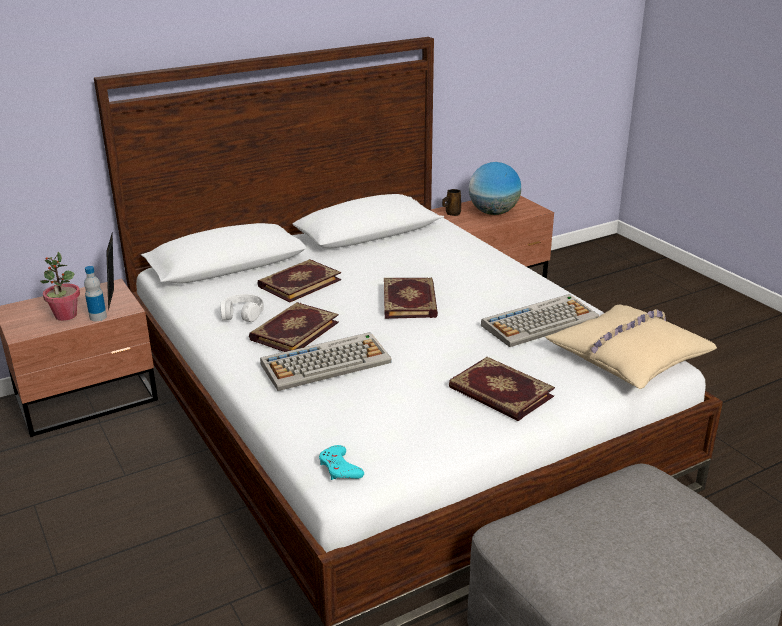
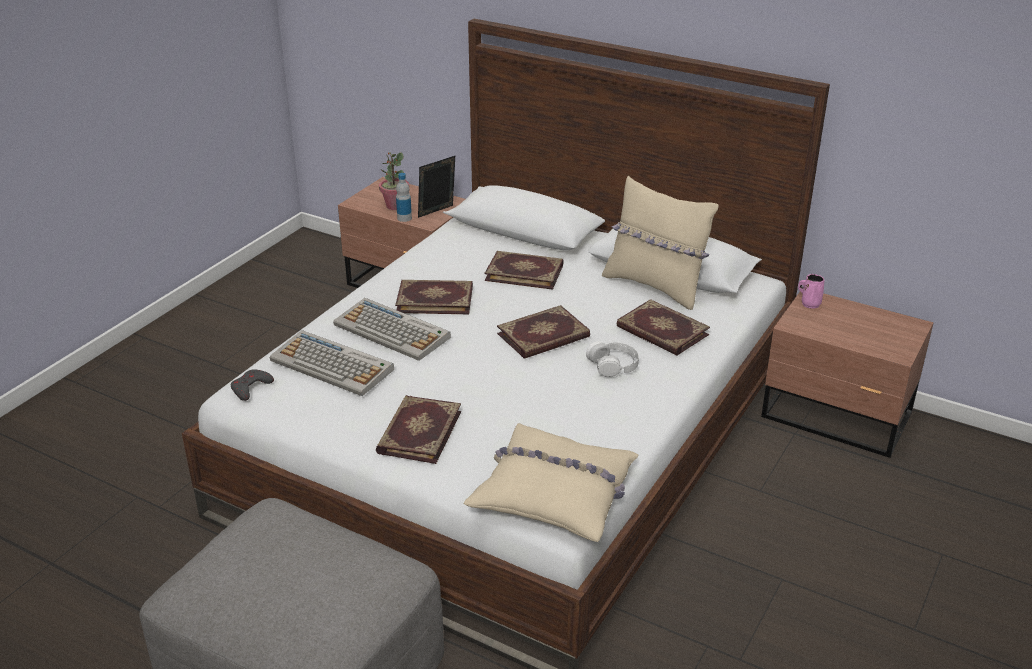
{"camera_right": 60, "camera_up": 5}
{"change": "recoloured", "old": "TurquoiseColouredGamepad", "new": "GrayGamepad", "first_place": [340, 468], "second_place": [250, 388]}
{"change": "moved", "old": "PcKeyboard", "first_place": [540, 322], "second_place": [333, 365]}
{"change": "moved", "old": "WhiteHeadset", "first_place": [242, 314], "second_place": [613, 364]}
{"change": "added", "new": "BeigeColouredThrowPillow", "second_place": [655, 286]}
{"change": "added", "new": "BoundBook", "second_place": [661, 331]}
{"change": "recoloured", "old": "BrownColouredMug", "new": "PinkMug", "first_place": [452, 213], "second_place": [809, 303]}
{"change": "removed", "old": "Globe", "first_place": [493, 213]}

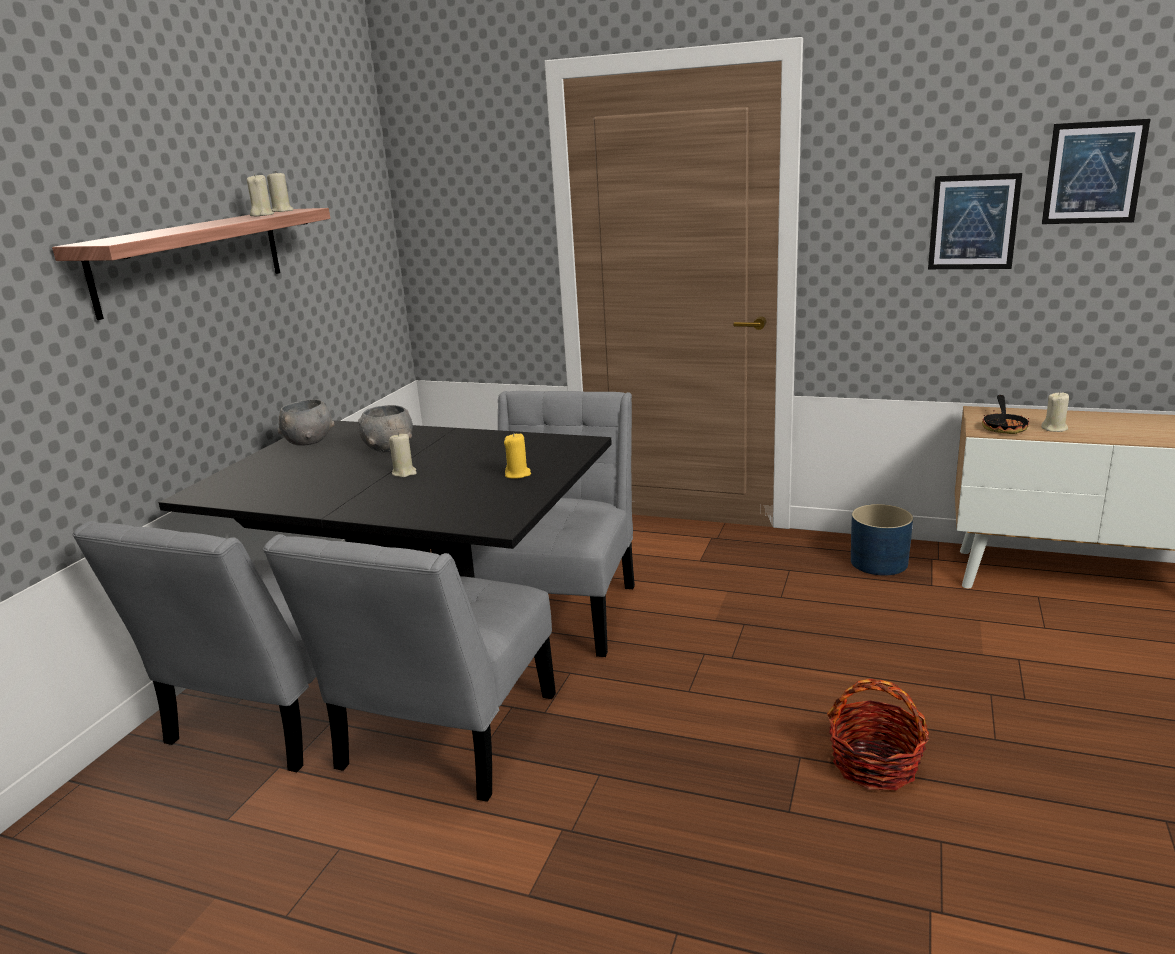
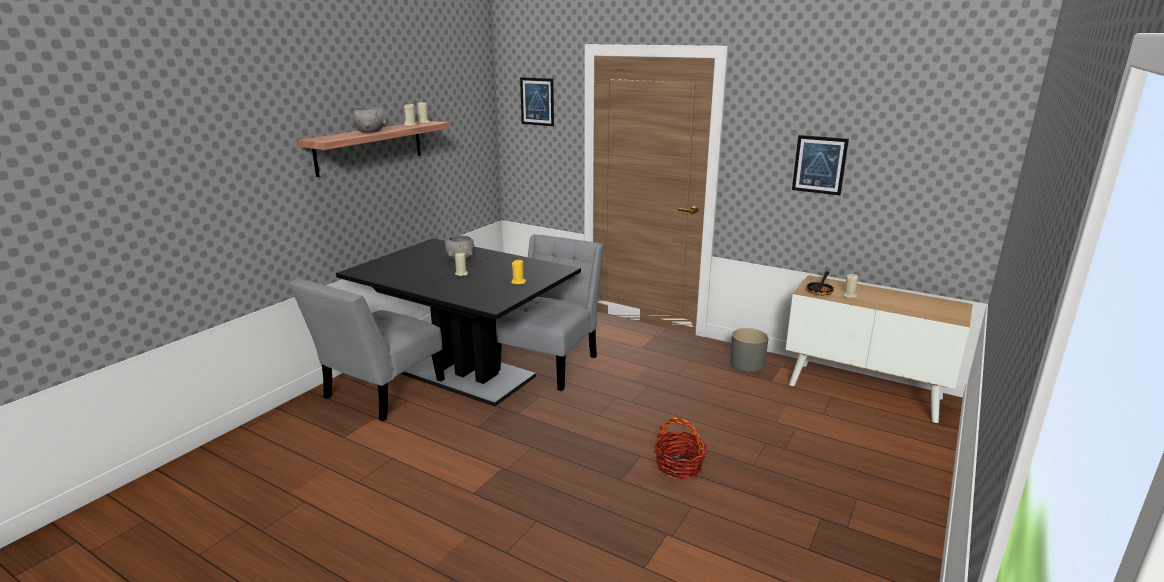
{"camera_right": 10, "camera_up": 0}
{"change": "moved", "old": "GrayBowl", "first_place": [309, 441], "second_place": [371, 131]}
{"change": "moved", "old": "WallPicture", "first_place": [1093, 173], "second_place": [537, 101]}
{"change": "recoloured", "old": "BluishFlowerPot", "new": "GrayFlowerPot", "first_place": [879, 562], "second_place": [747, 364]}
{"change": "removed", "old": "GrayPlainChair", "first_place": [442, 739]}

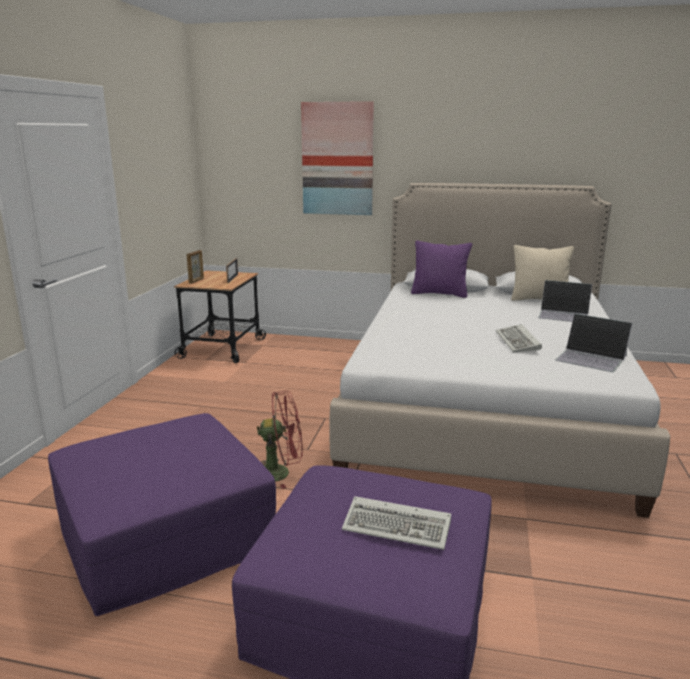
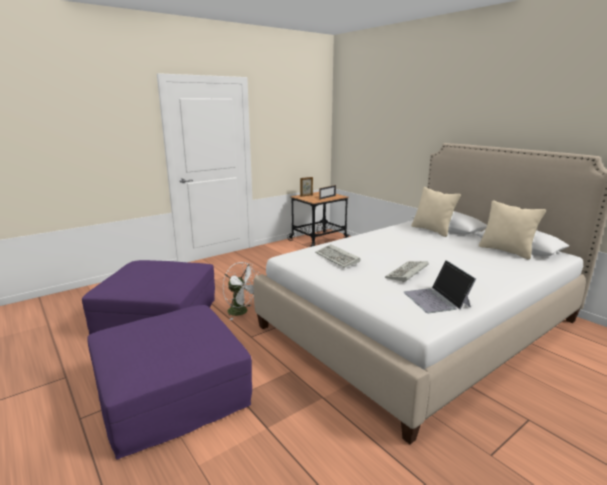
{"camera_right": 40, "camera_up": 0}
{"change": "recoloured", "old": "RedElectricFan", "new": "WhiteElectricFan", "first_place": [280, 473], "second_place": [241, 312]}
{"change": "moved", "old": "PcKeyboard", "first_place": [399, 527], "second_place": [338, 258]}
{"change": "recoloured", "old": "PurplishThrowPillow", "new": "BeigeColouredThrowPillow", "first_place": [439, 294], "second_place": [432, 230]}
{"change": "removed", "old": "WallPicture", "first_place": [337, 159]}
{"change": "removed", "old": "NotebookComputer", "first_place": [564, 314]}

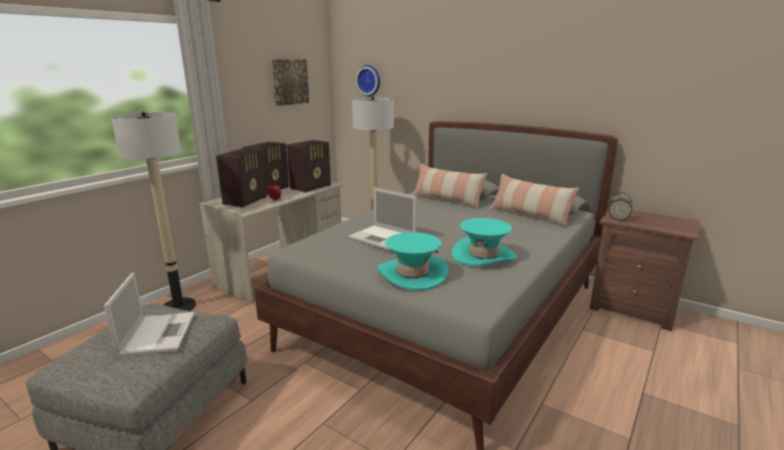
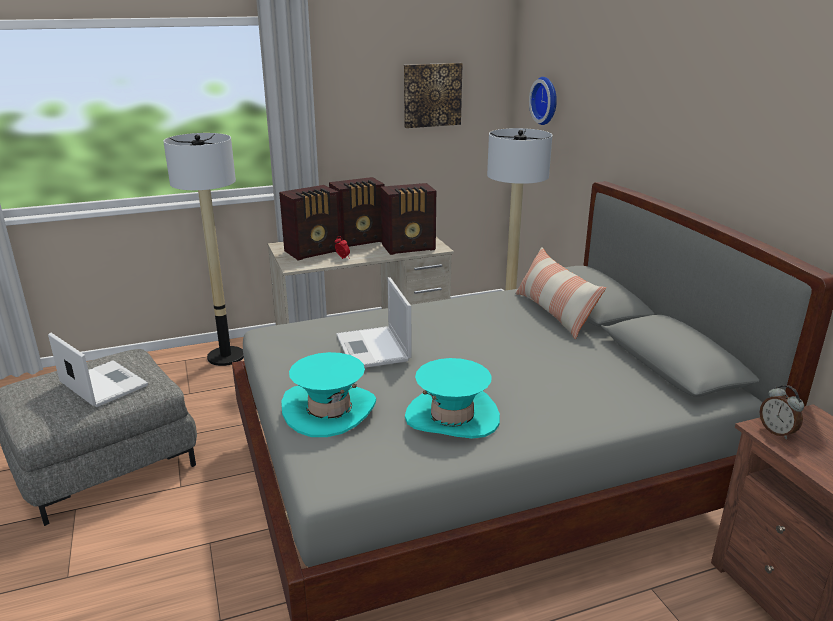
{"camera_right": 35, "camera_up": 5}
{"change": "turned", "old": "NotebookComputer", "first_place": [158, 333], "second_place": [102, 384], "degrees": -75}
{"change": "removed", "old": "ThrowPillow", "first_place": [530, 215]}

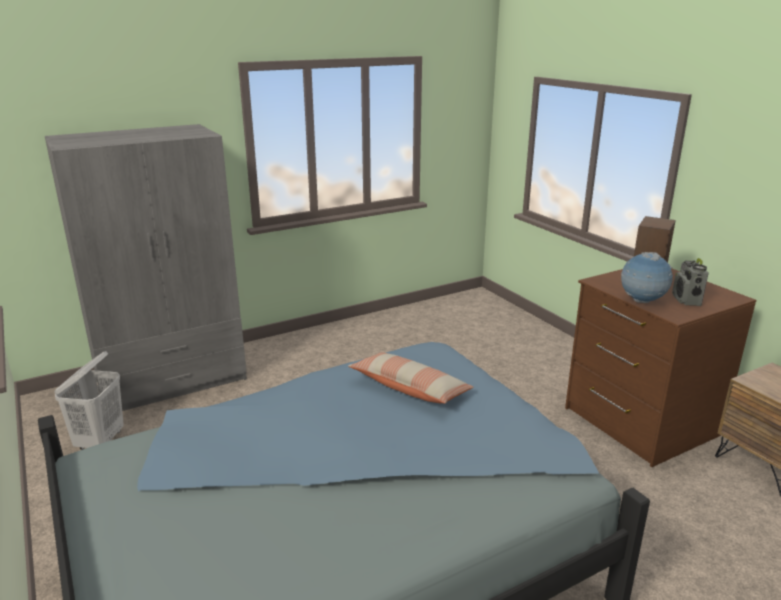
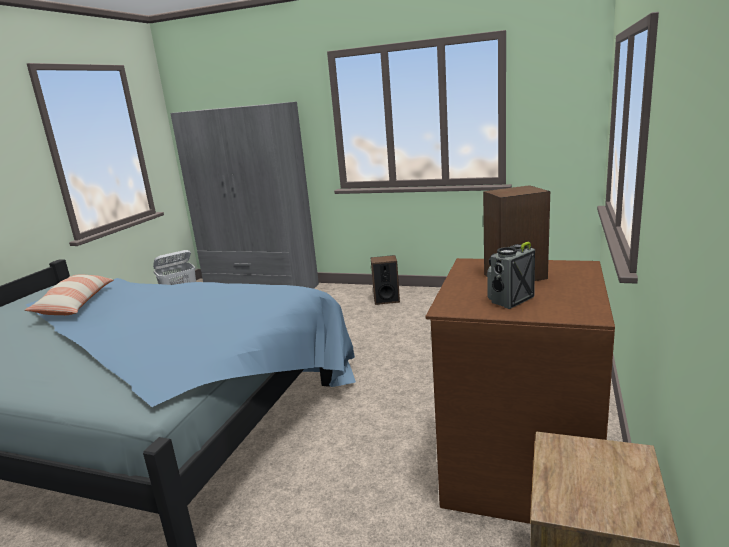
{"camera_right": 50, "camera_up": -5}
{"change": "moved", "old": "ThrowPillow", "first_place": [410, 388], "second_place": [75, 304]}
{"change": "added", "new": "Loudspeaker", "second_place": [386, 300]}
{"change": "removed", "old": "Globe", "first_place": [642, 301]}

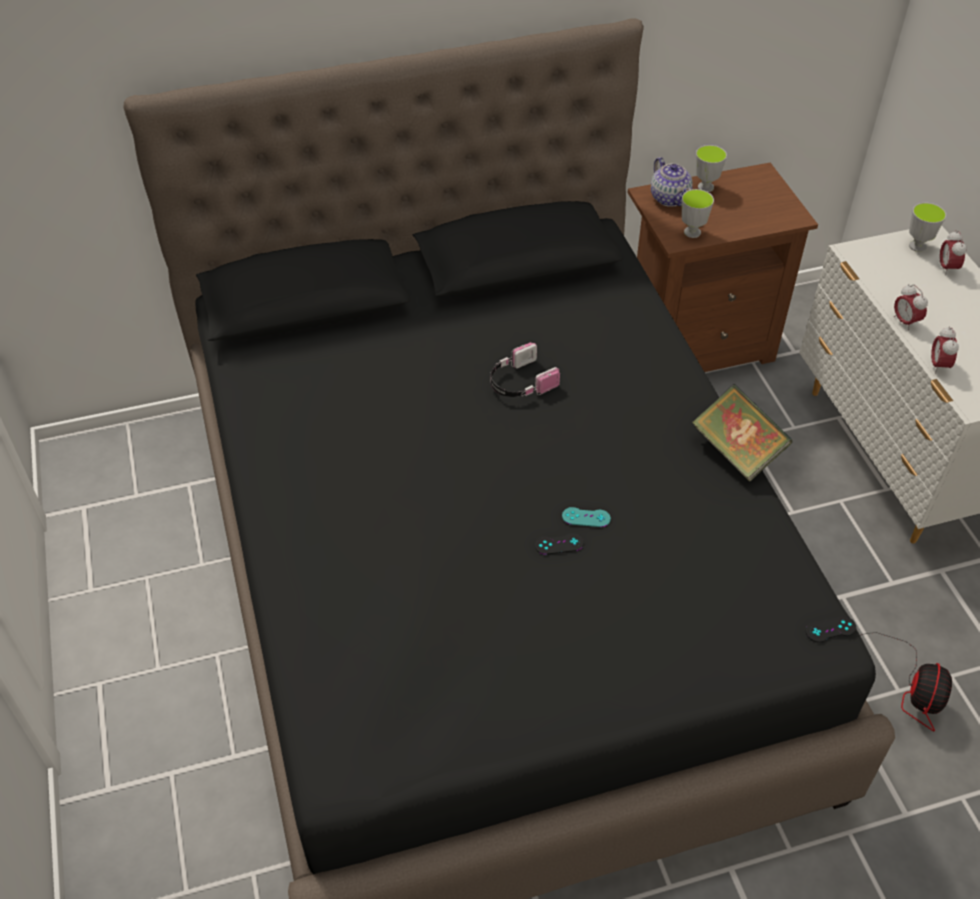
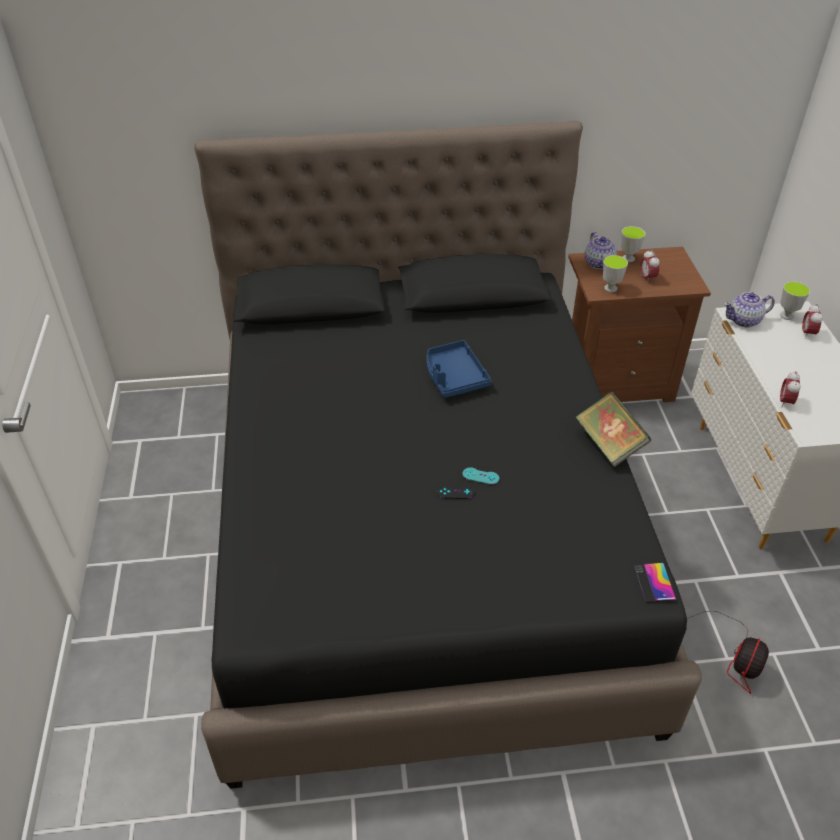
{"camera_right": 10, "camera_up": -5}
{"change": "replaced", "old": "Headset", "new": "BluishServingTray", "first_place": [520, 383], "second_place": [454, 377]}
{"change": "replaced", "old": "BlackGamepad", "new": "Telephone", "first_place": [830, 629], "second_place": [654, 582]}
{"change": "moved", "old": "BedsideClock", "first_place": [905, 322], "second_place": [647, 278]}
{"change": "added", "new": "TeaPot", "second_place": [744, 320]}

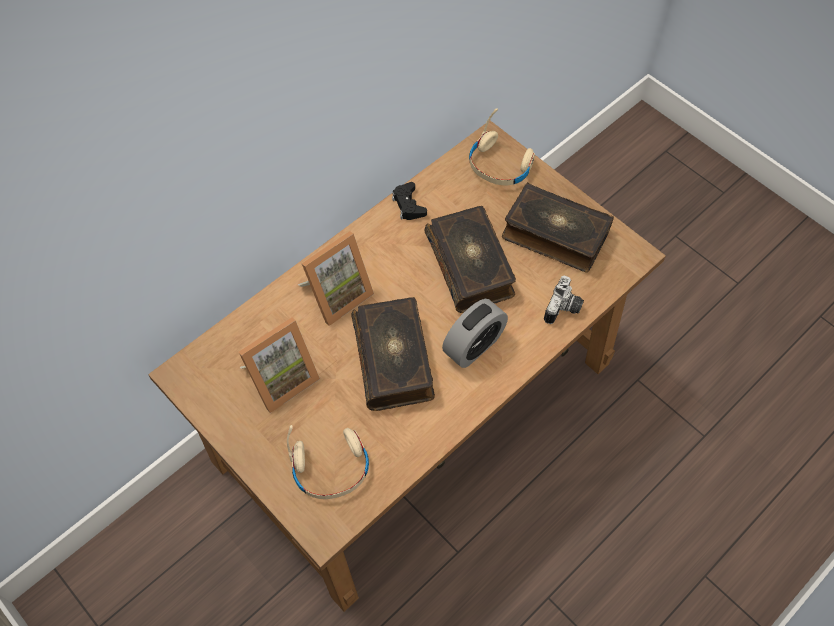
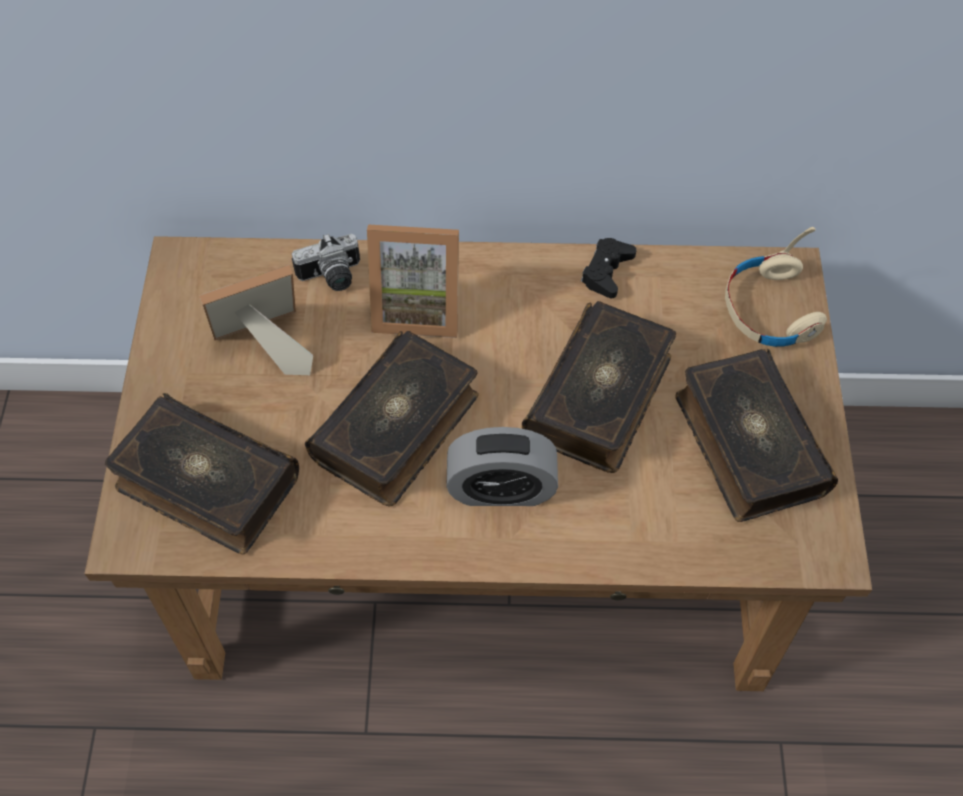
{"camera_right": 45, "camera_up": 0}
{"change": "replaced", "old": "BeigeColouredHeadset", "new": "BoundBook", "first_place": [331, 469], "second_place": [206, 483]}
{"change": "turned", "old": "PictureFrame", "first_place": [280, 379], "second_place": [264, 346], "degrees": 150}
{"change": "moved", "old": "StillCamera", "first_place": [564, 309], "second_place": [332, 277]}

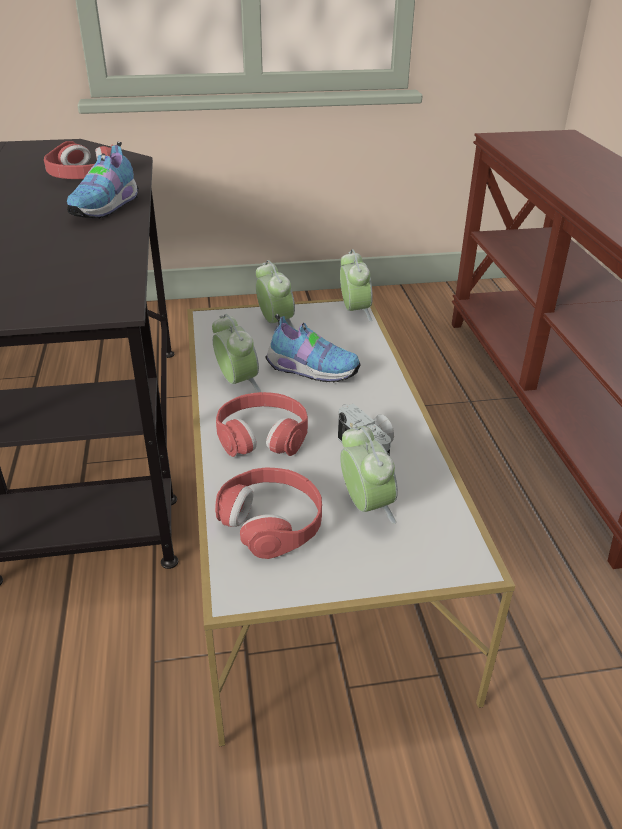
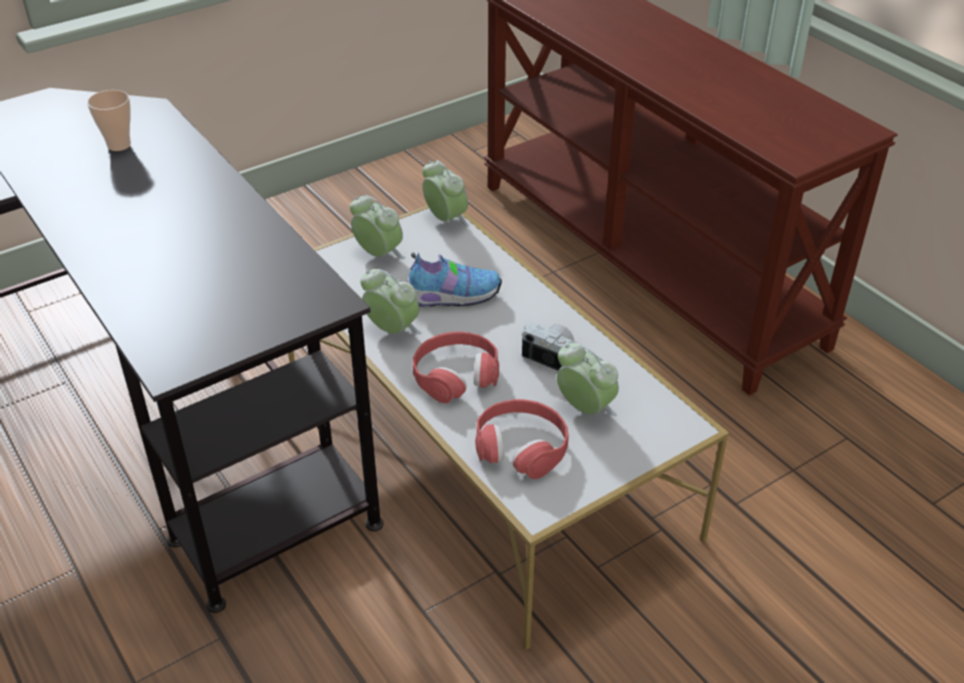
{"camera_right": -25, "camera_up": 5}
{"change": "replaced", "old": "RedHeadset", "new": "DrinkingCup", "first_place": [83, 175], "second_place": [119, 145]}
{"change": "removed", "old": "ItemOfFootwear", "first_place": [107, 208]}

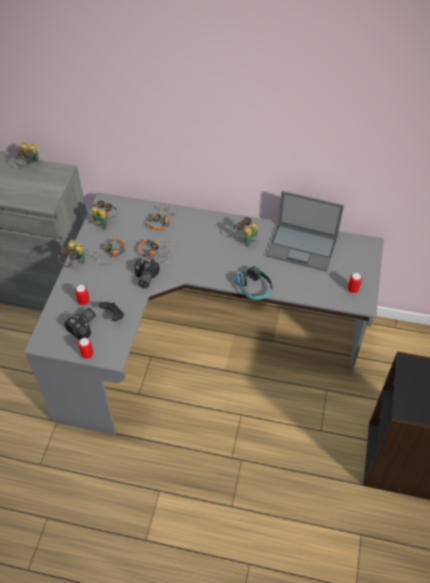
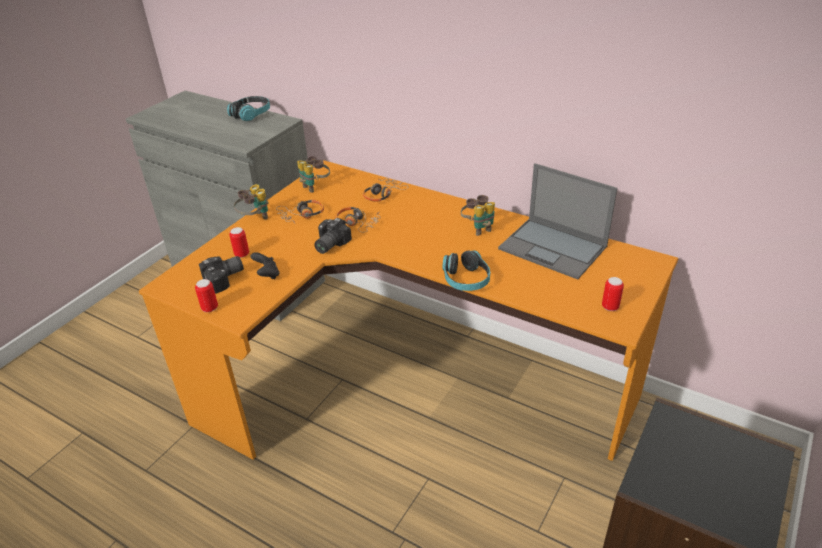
{"camera_right": 20, "camera_up": -15}
{"change": "recoloured", "old": "GrayDeskUnit", "new": "OrangeDeskUnit", "first_place": [199, 343], "second_place": [408, 378]}
{"change": "replaced", "old": "PairOfBinoculars", "new": "Headset", "first_place": [30, 167], "second_place": [251, 114]}

